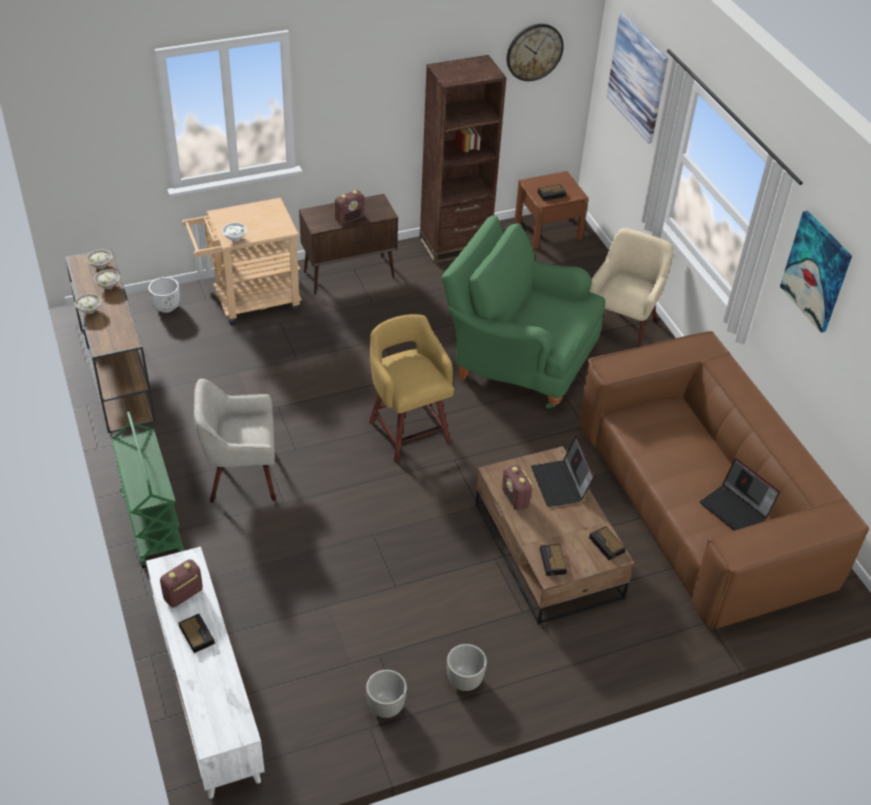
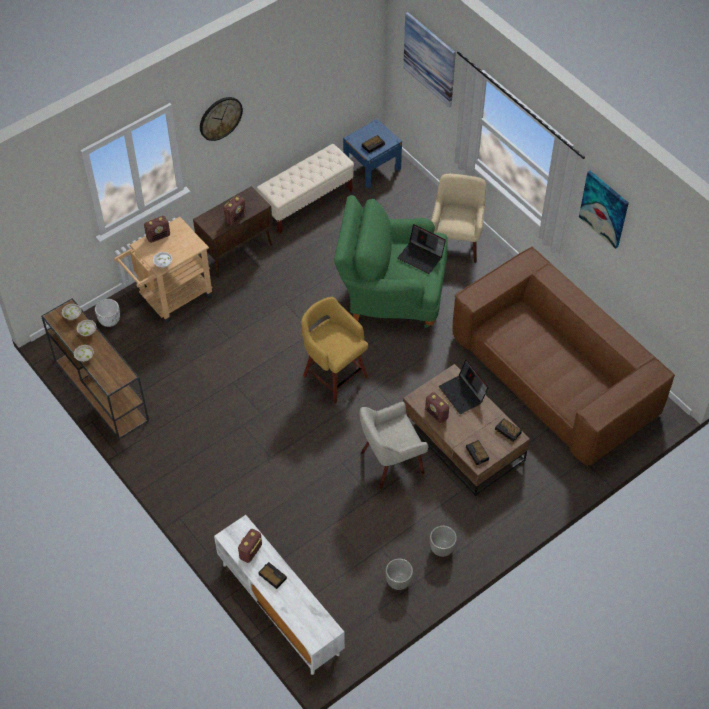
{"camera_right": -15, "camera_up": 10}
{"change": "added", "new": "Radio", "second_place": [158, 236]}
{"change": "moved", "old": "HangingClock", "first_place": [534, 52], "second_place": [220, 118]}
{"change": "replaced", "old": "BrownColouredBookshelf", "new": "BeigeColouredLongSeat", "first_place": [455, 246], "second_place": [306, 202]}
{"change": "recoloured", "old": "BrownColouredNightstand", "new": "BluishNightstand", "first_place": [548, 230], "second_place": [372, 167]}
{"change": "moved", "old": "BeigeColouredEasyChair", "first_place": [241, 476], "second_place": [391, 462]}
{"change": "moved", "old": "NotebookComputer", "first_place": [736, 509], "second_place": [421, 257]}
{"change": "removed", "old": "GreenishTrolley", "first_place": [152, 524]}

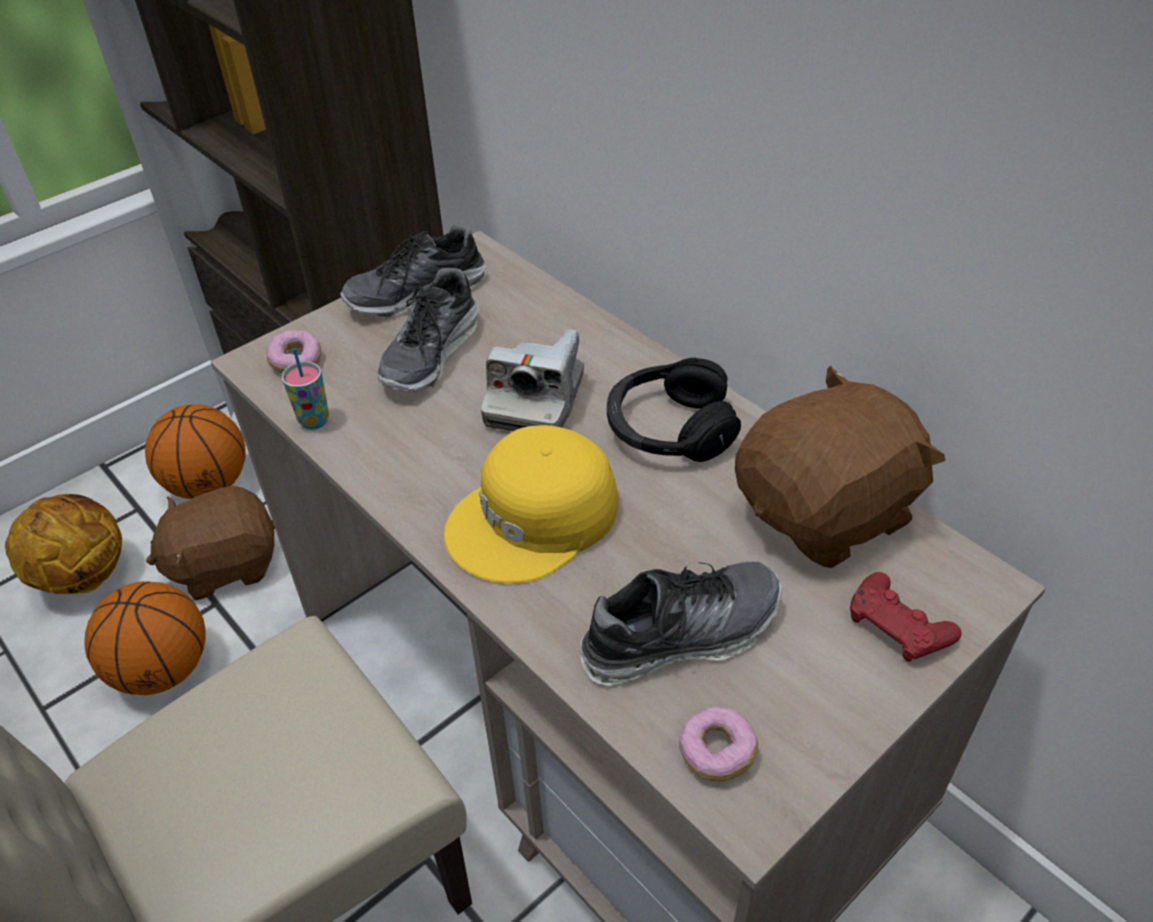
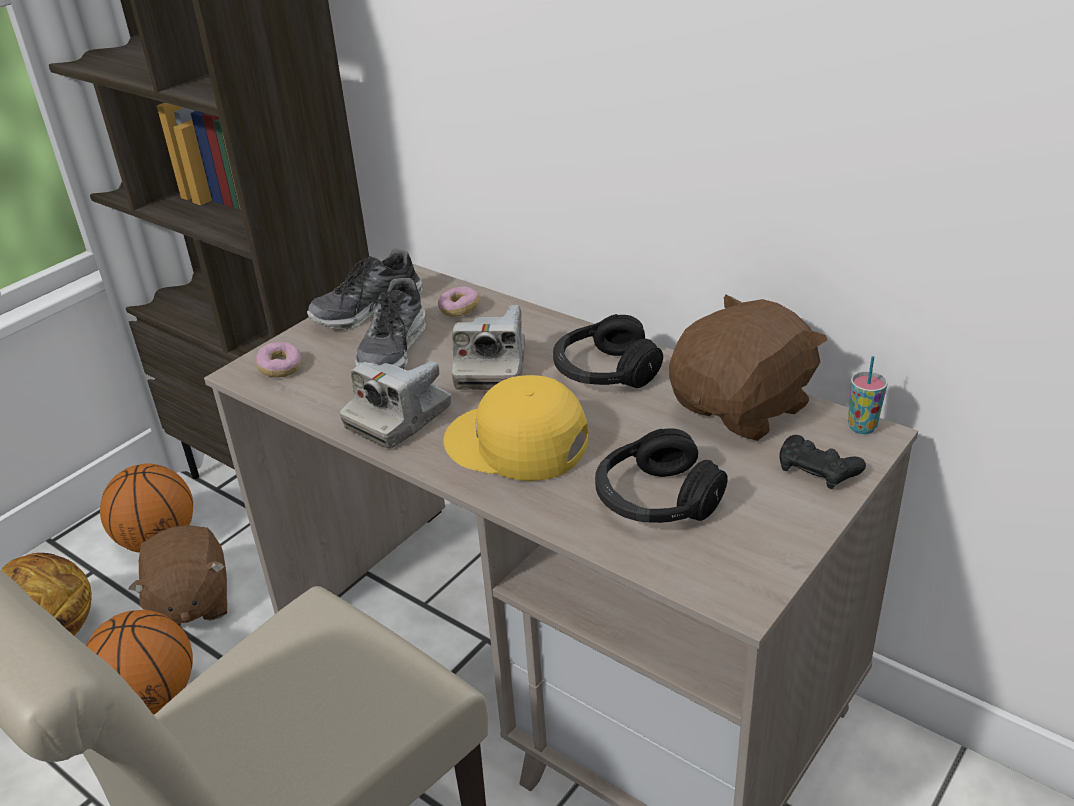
{"camera_right": -10, "camera_up": -10}
{"change": "turned", "old": "BrownColouredSoftToy", "first_place": [225, 565], "second_place": [190, 603], "degrees": -75}
{"change": "added", "new": "StillCamera", "second_place": [399, 418]}
{"change": "moved", "old": "Donut", "first_place": [716, 752], "second_place": [459, 310]}
{"change": "turned", "old": "YellowCap", "first_place": [535, 519], "second_place": [516, 444], "degrees": 75}
{"change": "replaced", "old": "ItemOfFootwear", "new": "BlackHeadset", "first_place": [681, 634], "second_place": [656, 499]}
{"change": "recoloured", "old": "RedGamepad", "new": "BlackGamepad", "first_place": [898, 625], "second_place": [817, 469]}
{"change": "moved", "old": "DrinkingCup", "first_place": [314, 421], "second_place": [862, 427]}

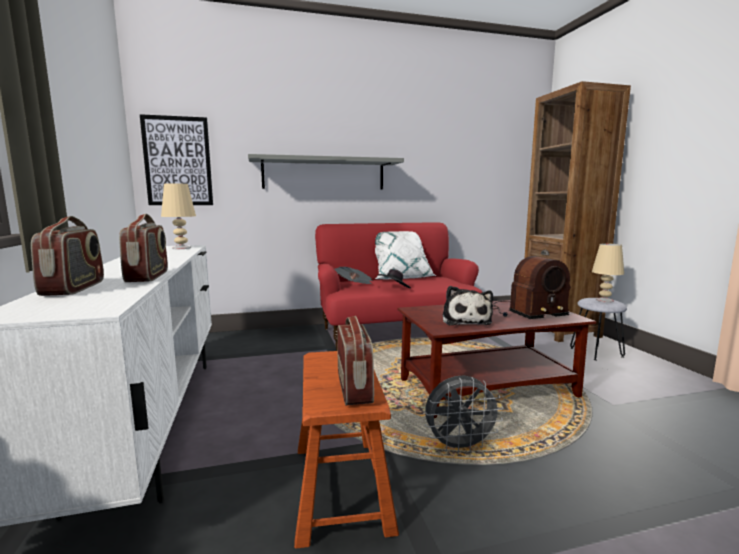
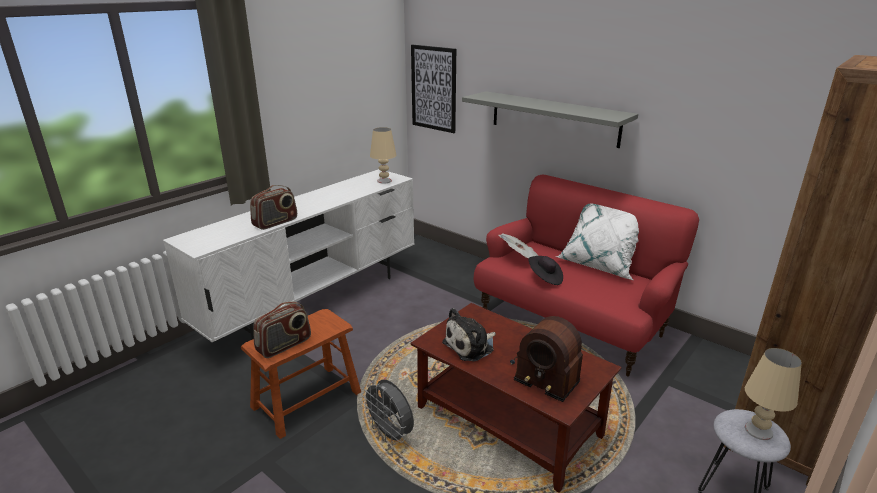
{"camera_right": 55, "camera_up": 15}
{"change": "removed", "old": "Radio", "first_place": [74, 288]}

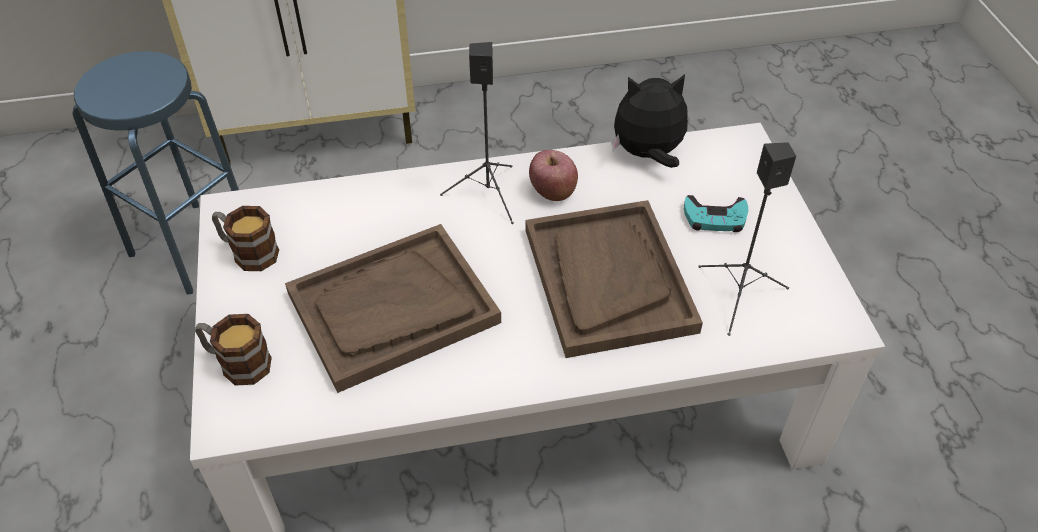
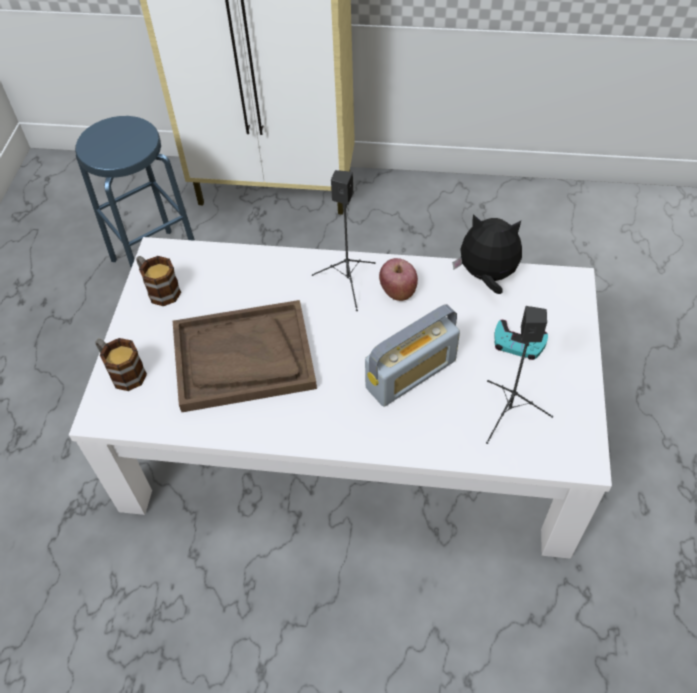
{"camera_right": 20, "camera_up": 5}
{"change": "replaced", "old": "BrownColouredServingTray", "new": "Radio", "first_place": [608, 279], "second_place": [411, 374]}

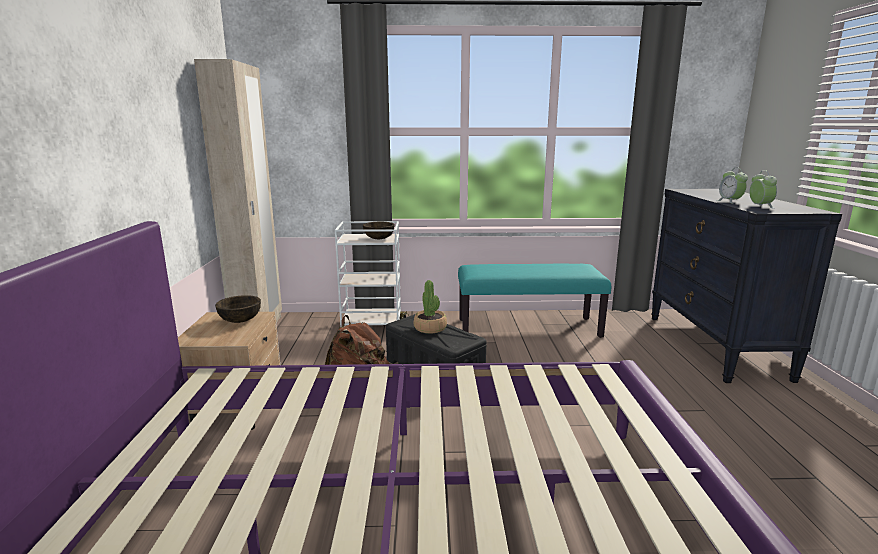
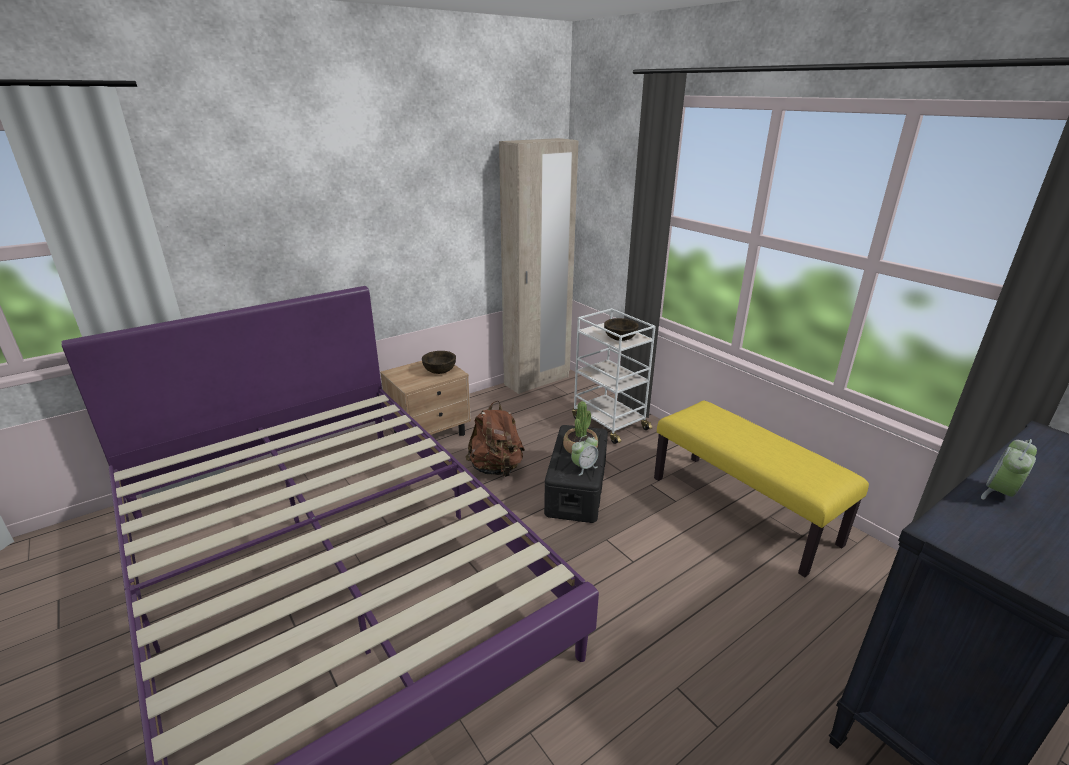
{"camera_right": 55, "camera_up": 10}
{"change": "moved", "old": "BedsideClock", "first_place": [760, 206], "second_place": [584, 468]}
{"change": "recoloured", "old": "TurquoiseColouredLongSeat", "new": "YellowLongSeat", "first_place": [528, 328], "second_place": [743, 510]}

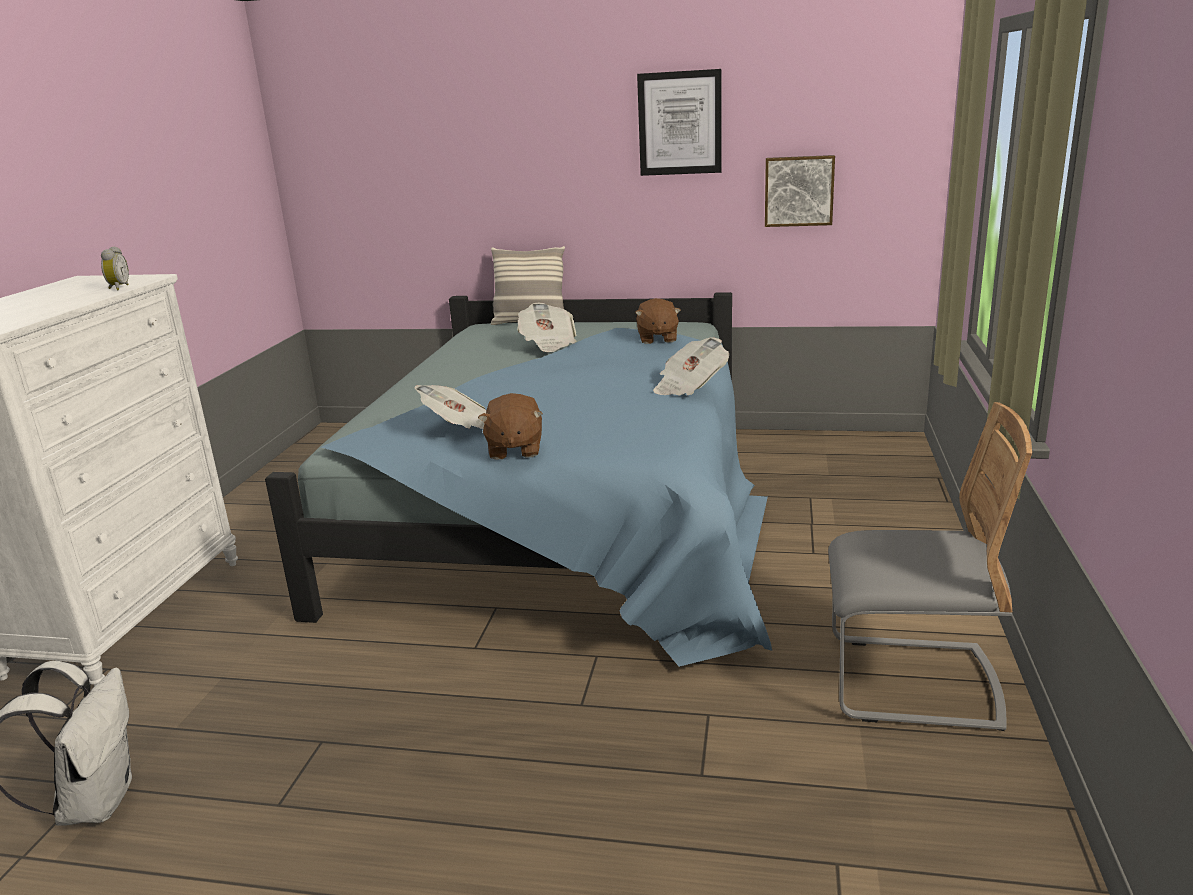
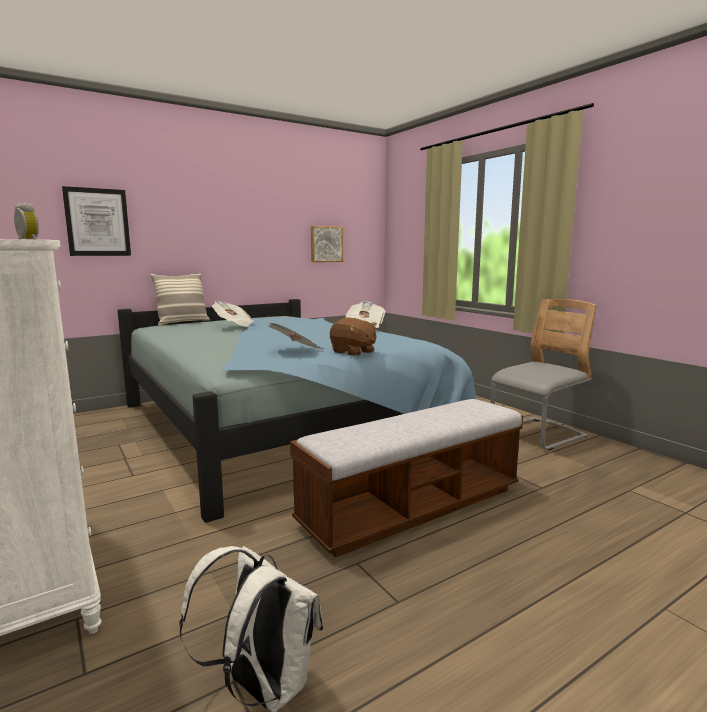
{"camera_right": -45, "camera_up": -10}
{"change": "moved", "old": "WallPicture", "first_place": [680, 123], "second_place": [97, 222]}
{"change": "added", "new": "LongSeat", "second_place": [413, 507]}
{"change": "removed", "old": "BrownColouredSoftToy", "first_place": [657, 338]}

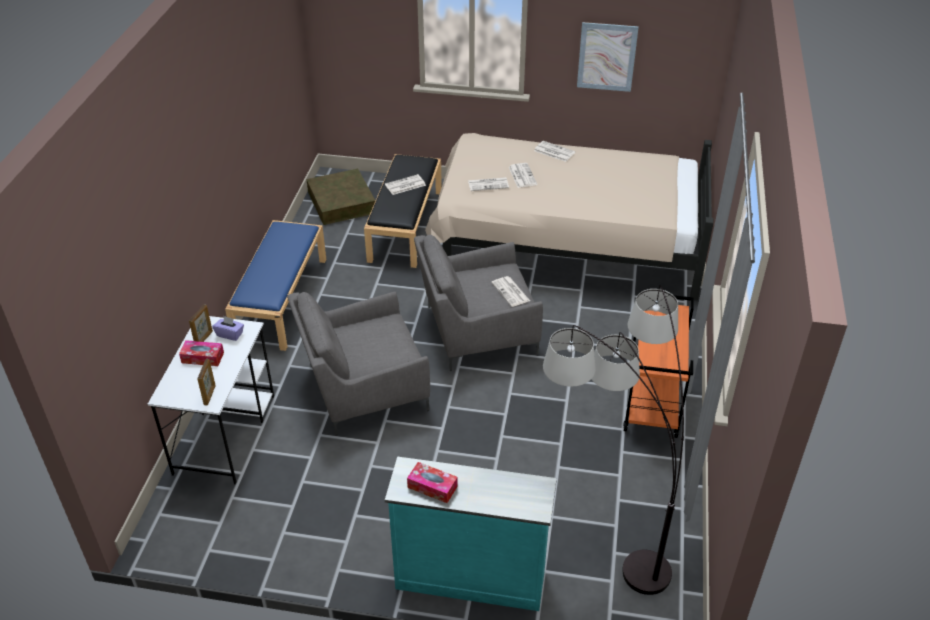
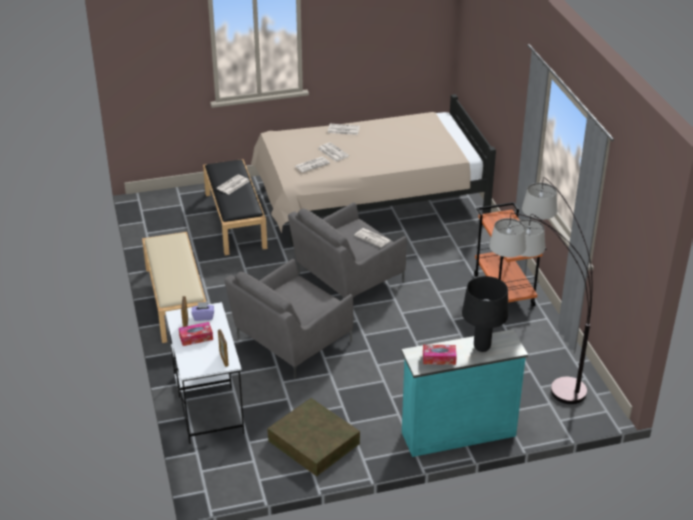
{"camera_right": -25, "camera_up": -5}
{"change": "recoloured", "old": "BluishLongSeat", "new": "BeigeColouredLongSeat", "first_place": [281, 299], "second_place": [176, 300]}
{"change": "moved", "old": "BrownColouredStorageBin", "first_place": [341, 202], "second_place": [313, 442]}
{"change": "added", "new": "BlackTableLamp", "second_place": [481, 347]}
{"change": "removed", "old": "WallPicture", "first_place": [607, 57]}

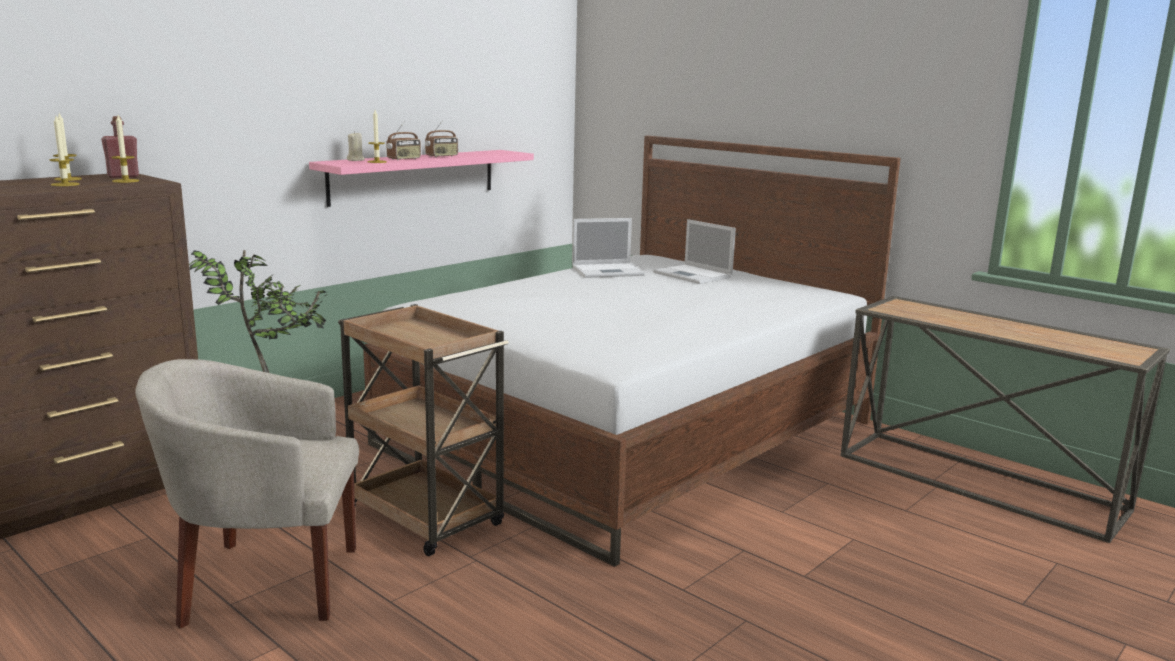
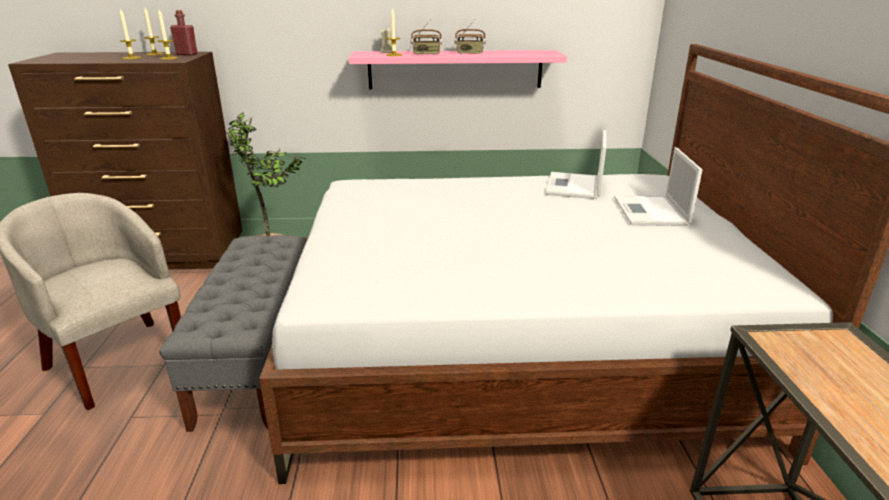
{"camera_right": 45, "camera_up": 10}
{"change": "replaced", "old": "BrownColouredTrolley", "new": "GrayLongSeat", "first_place": [426, 518], "second_place": [258, 359]}
{"change": "turned", "old": "NotebookComputer", "first_place": [609, 271], "second_place": [574, 186], "degrees": 75}

